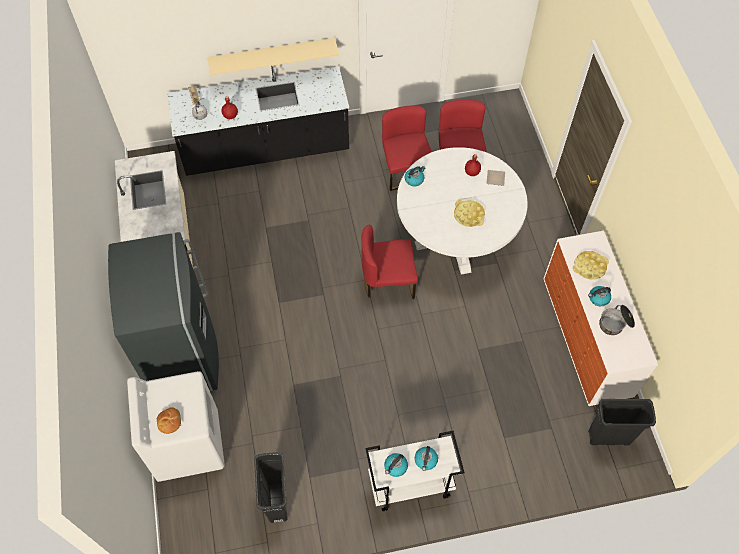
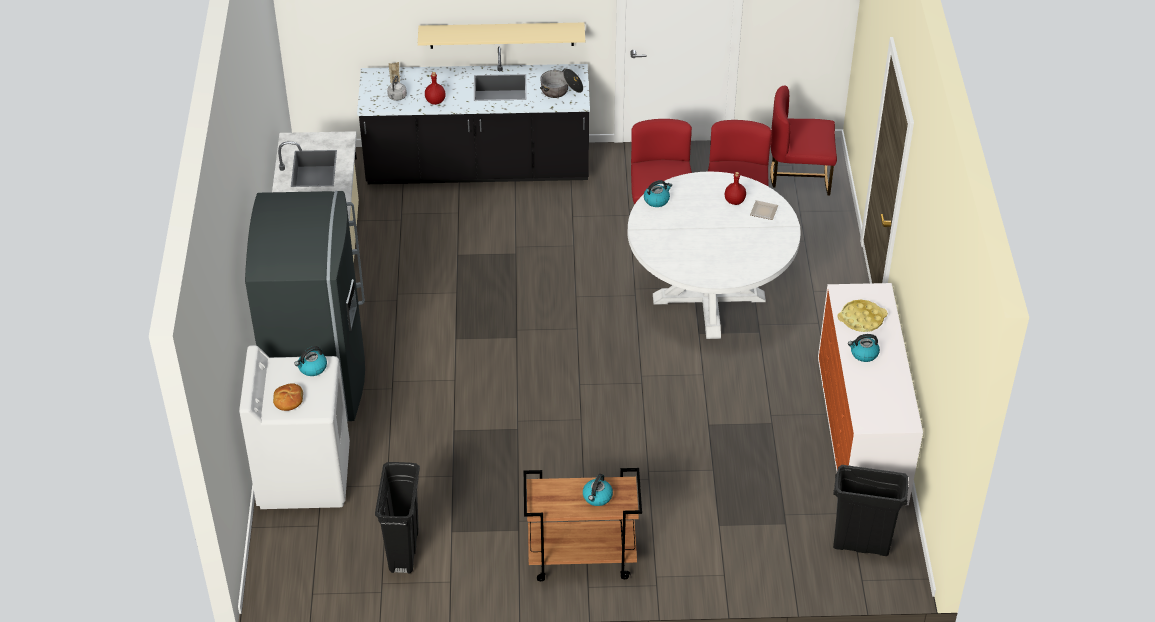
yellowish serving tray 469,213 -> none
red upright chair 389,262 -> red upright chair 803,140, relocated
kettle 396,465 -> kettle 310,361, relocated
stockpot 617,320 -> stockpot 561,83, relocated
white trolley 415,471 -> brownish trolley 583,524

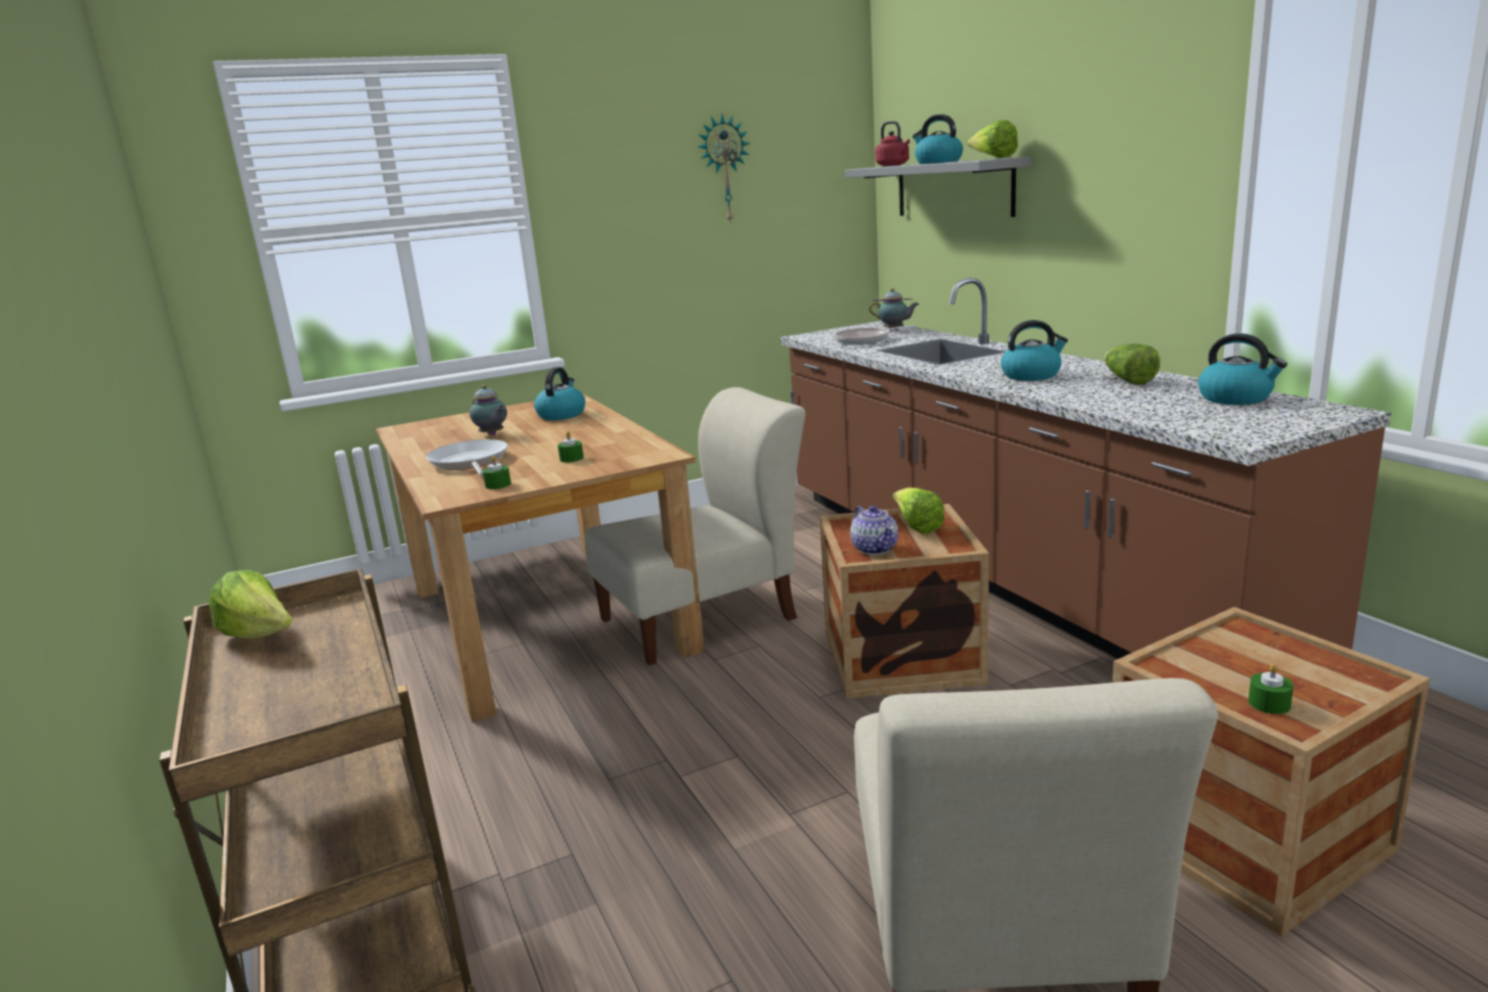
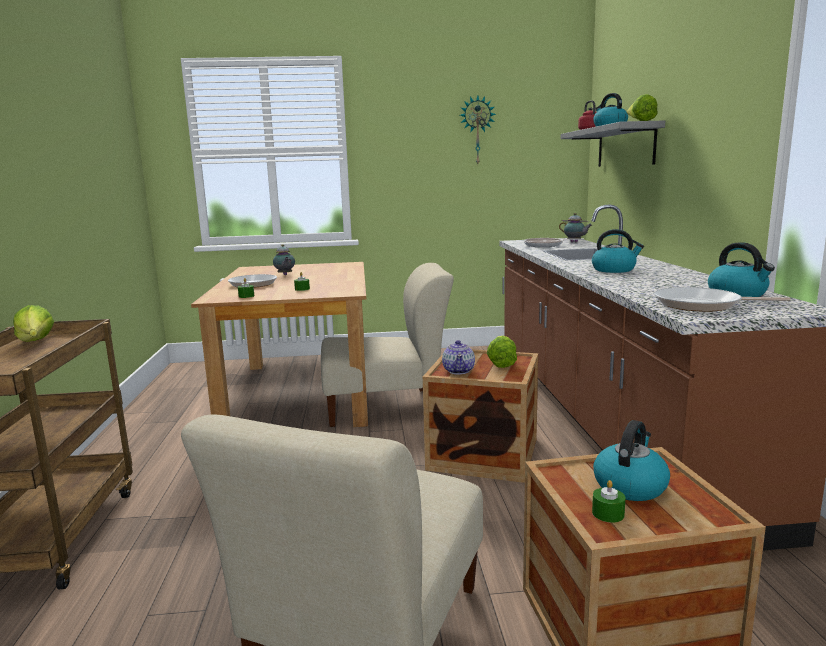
head of lettuce 1132,364 -> none
none -> skillet 722,299
kettle 559,393 -> kettle 631,460, relocated

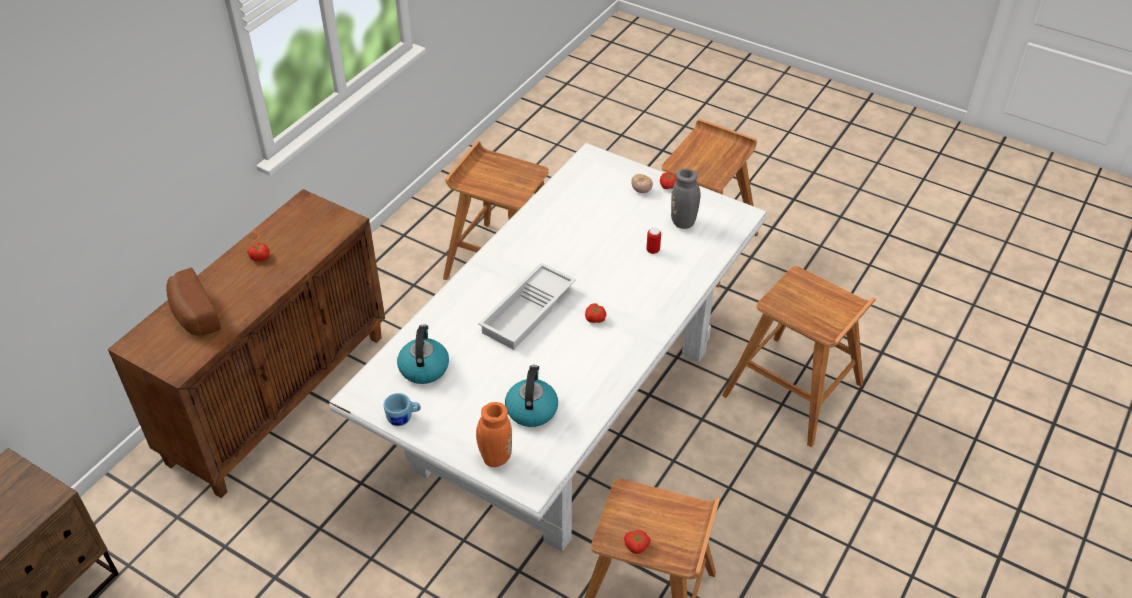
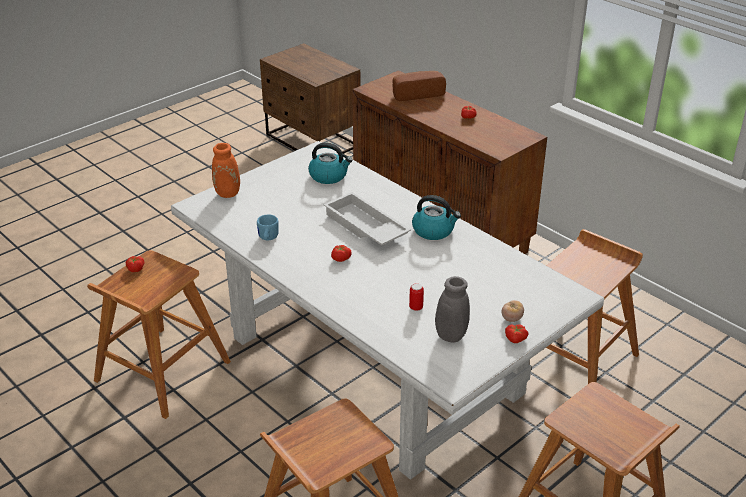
bluish coffee mug 402,409 -> bluish coffee mug 268,227, relocated
kettle 531,396 -> kettle 436,217, relocated

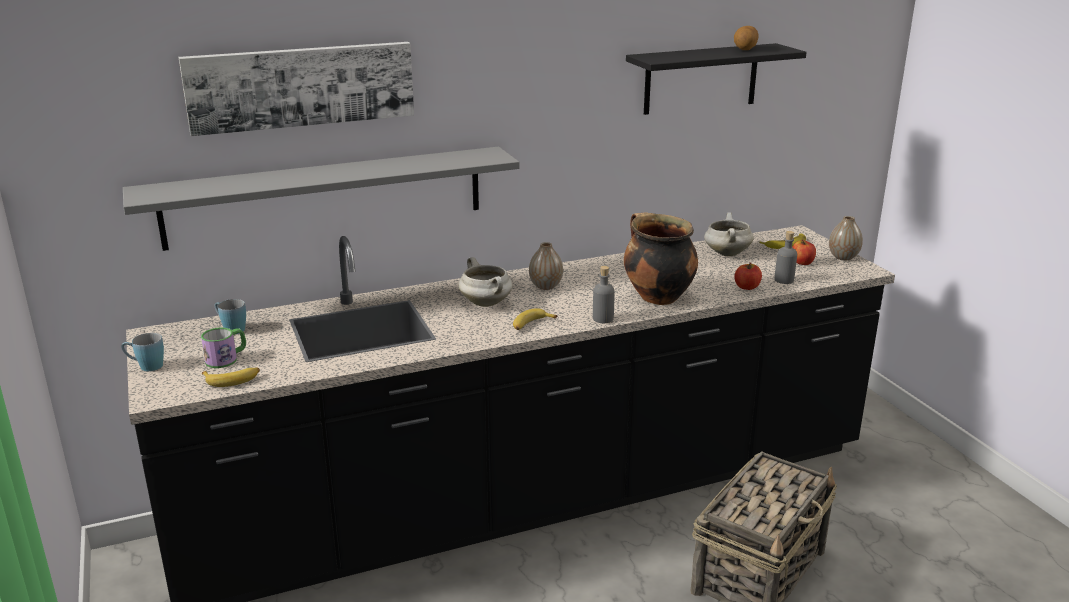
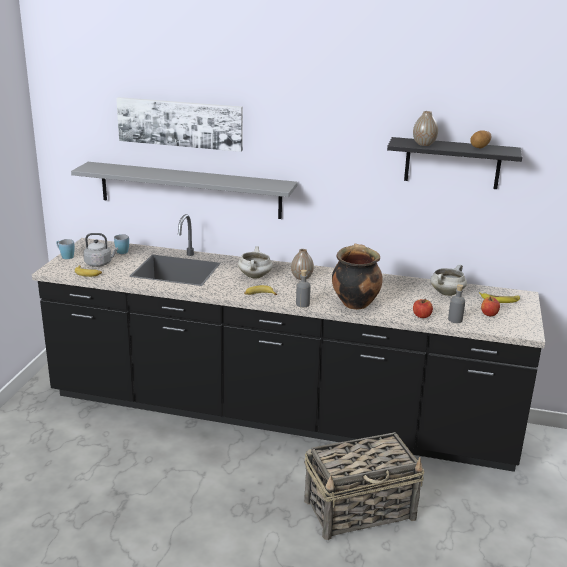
vase 846,238 -> vase 425,128, relocated
coffee mug 223,348 -> greyish kettle 100,250

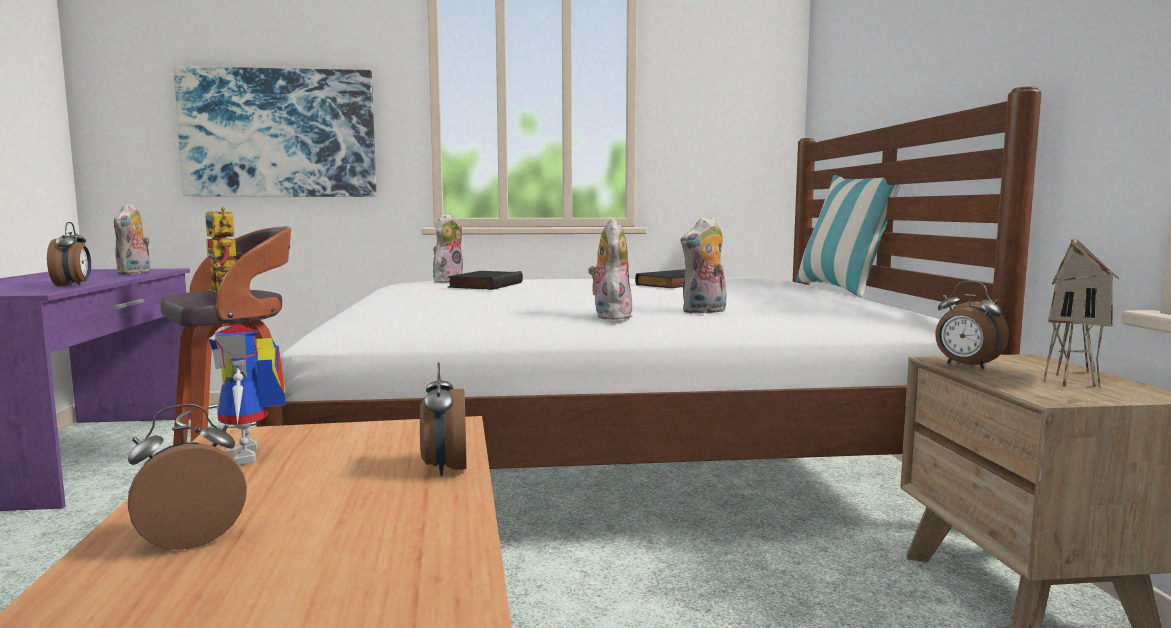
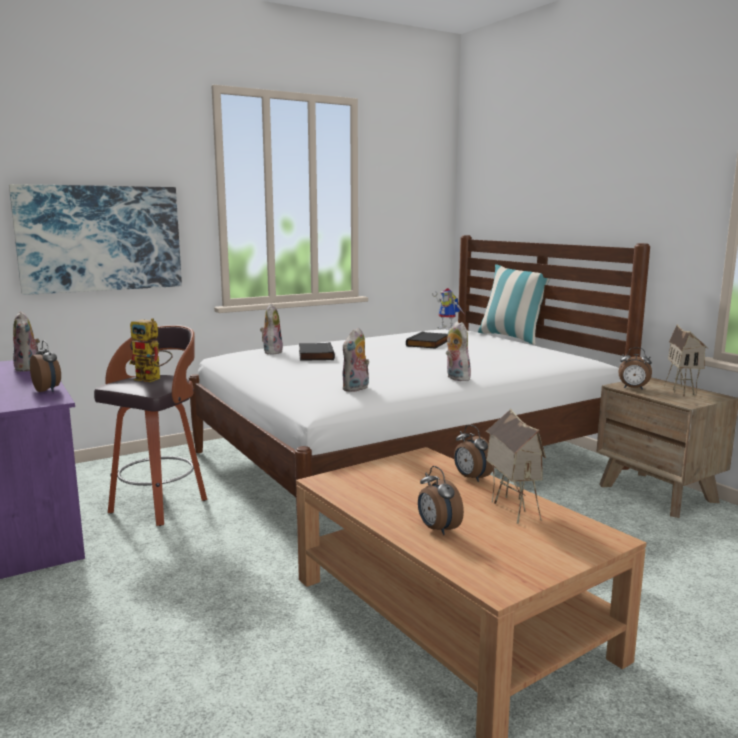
none -> toy house 516,466
robot figure 247,394 -> robot figure 448,309, relocated
plush toy 704,265 -> plush toy 356,359, relocated
bedside clock 187,477 -> bedside clock 441,500, 60 degrees counterclockwise

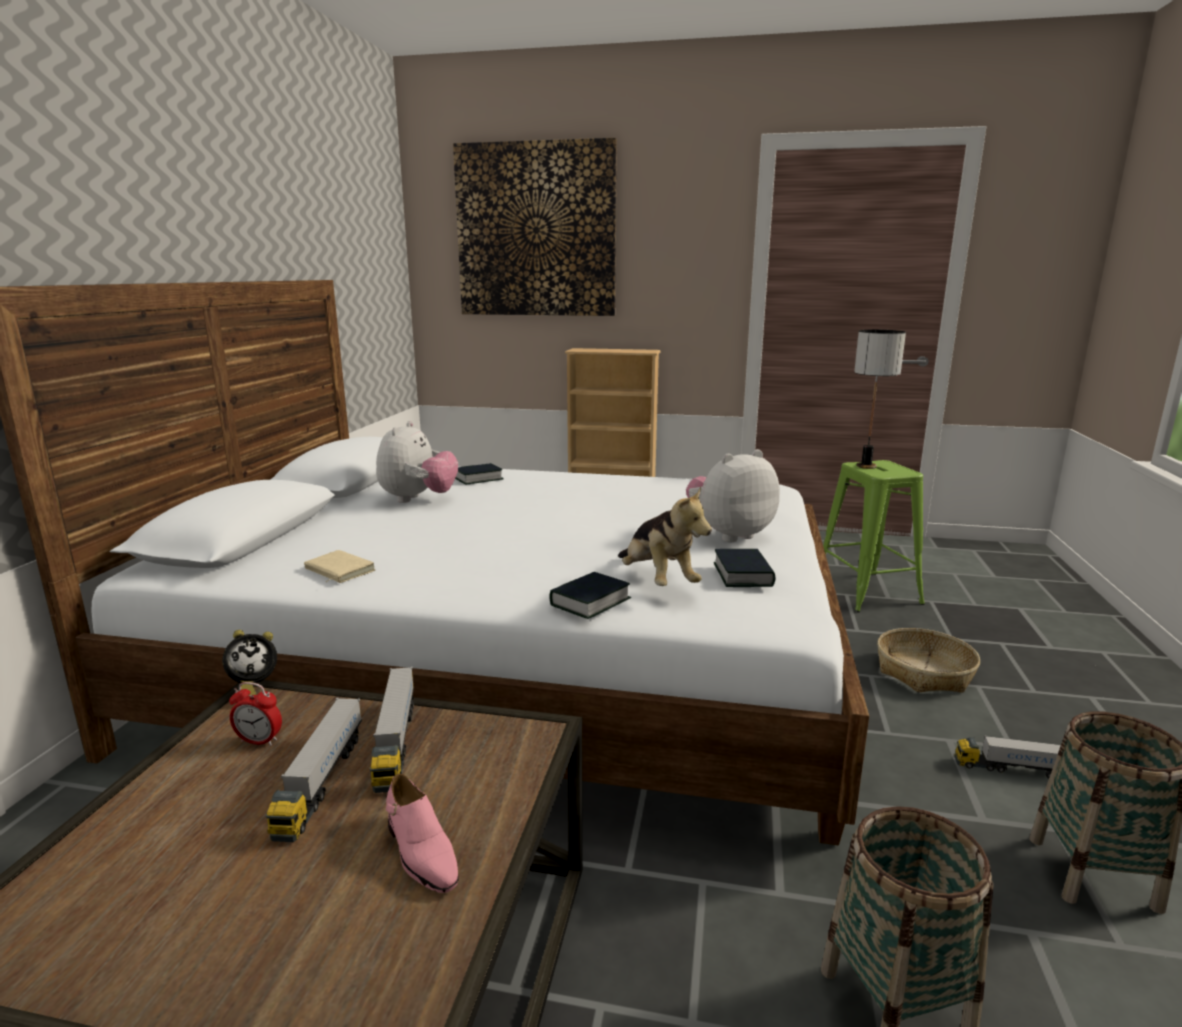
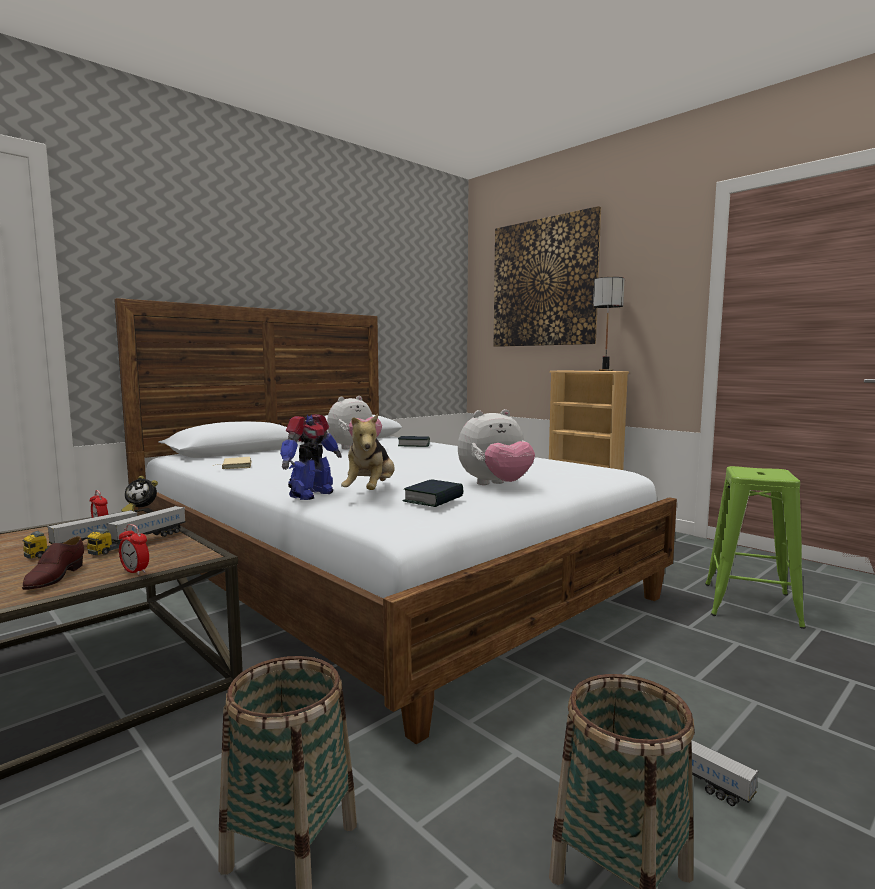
household basket 928,660 -> none
none -> bedside clock 134,549
tabletop lamp 880,399 -> tabletop lamp 608,324, relocated
bound book 590,595 -> robot figure 311,457
pink low shoe 422,833 -> brownish low shoe 53,563
plush toy 733,495 -> plush toy 496,447, 150 degrees clockwise

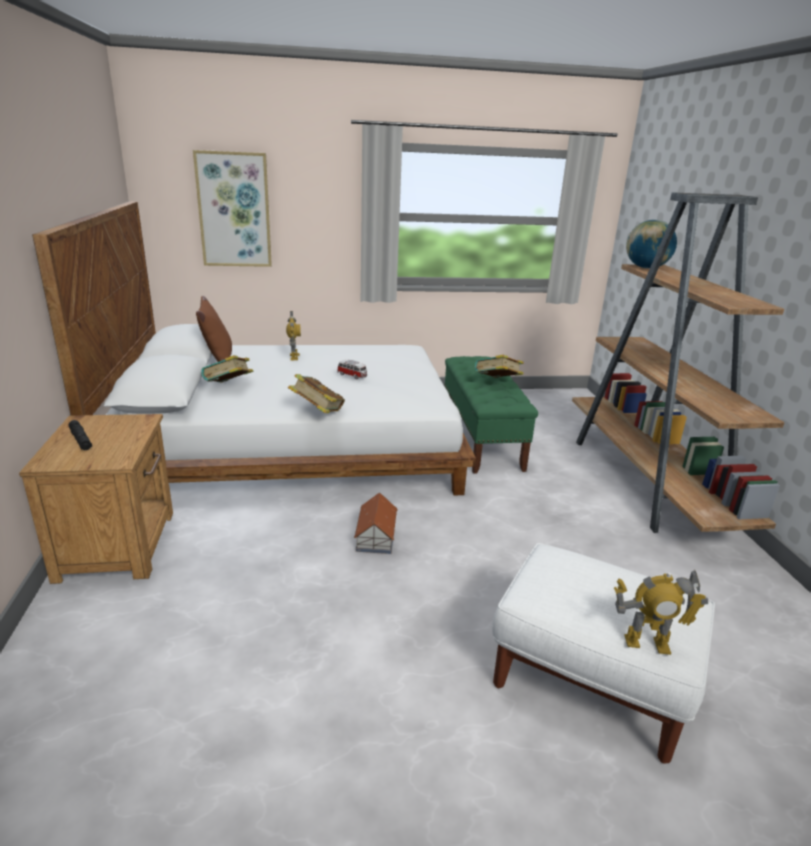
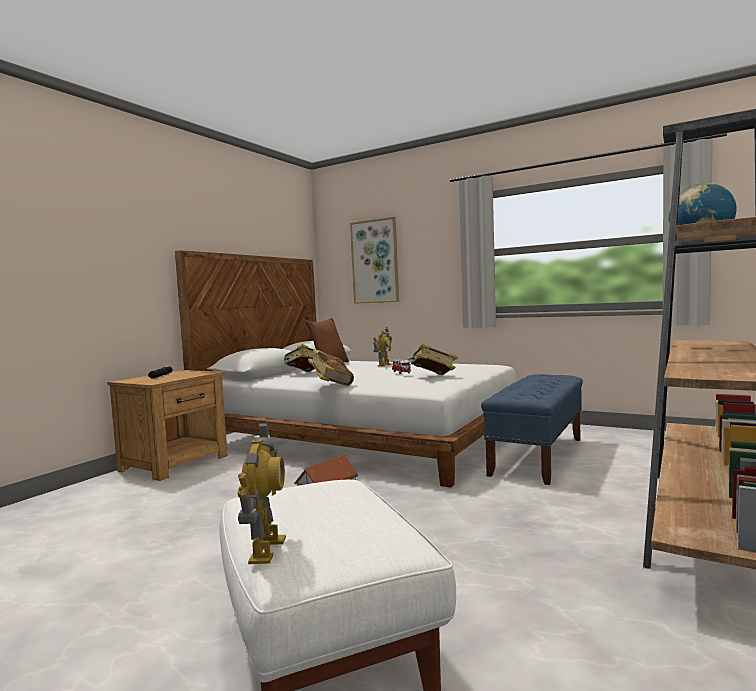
bound book 499,366 -> bound book 433,359, relocated
greenish indoor bench 491,415 -> bluish indoor bench 532,429
robot figure 661,612 -> robot figure 261,493, 135 degrees counterclockwise

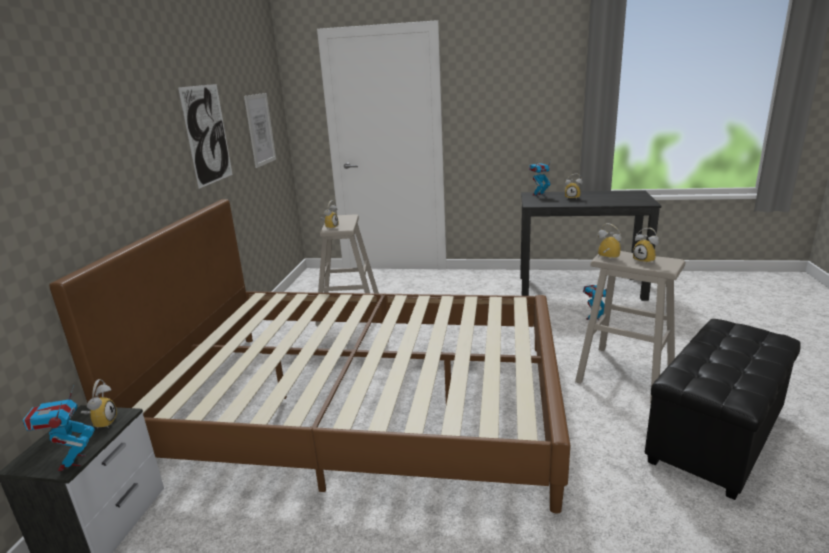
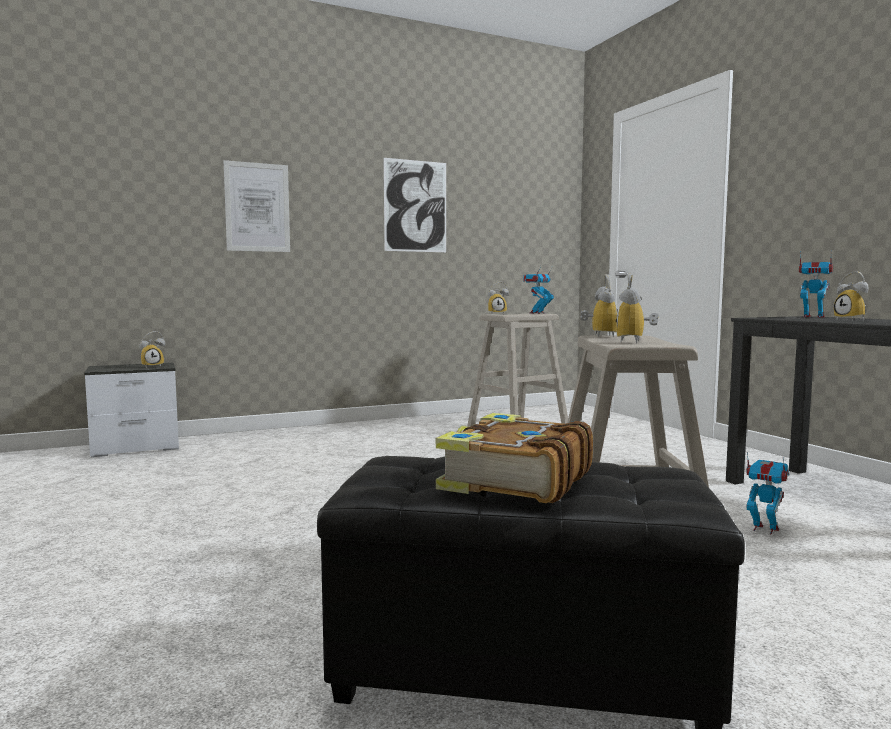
brownish sleeping bed 309,356 -> none
none -> bound book 514,458
robot figure 59,428 -> robot figure 538,290, relocated
wall picture 260,130 -> wall picture 257,206, relocated

